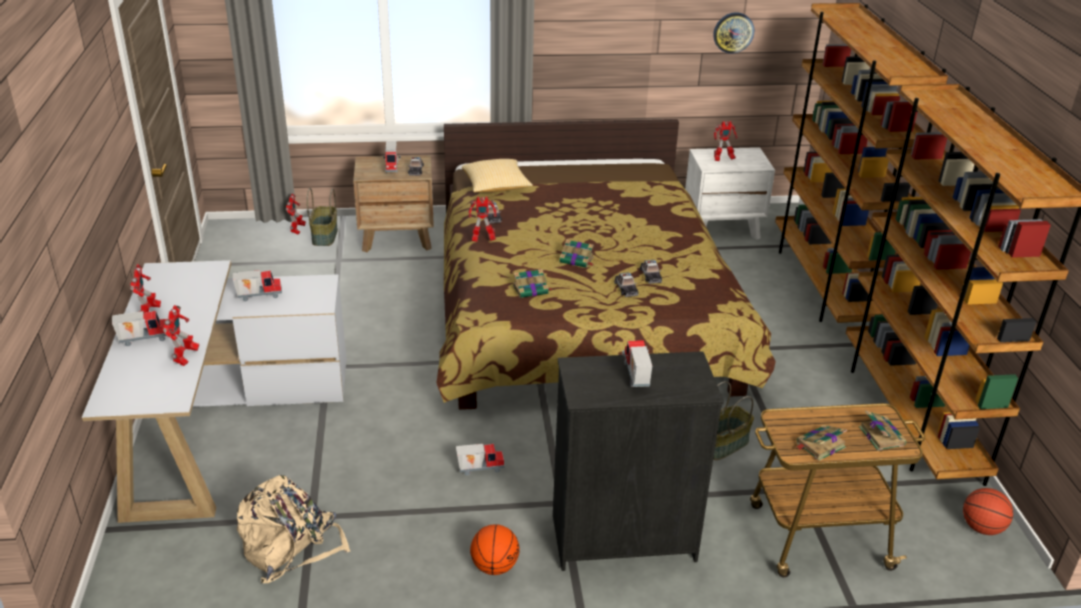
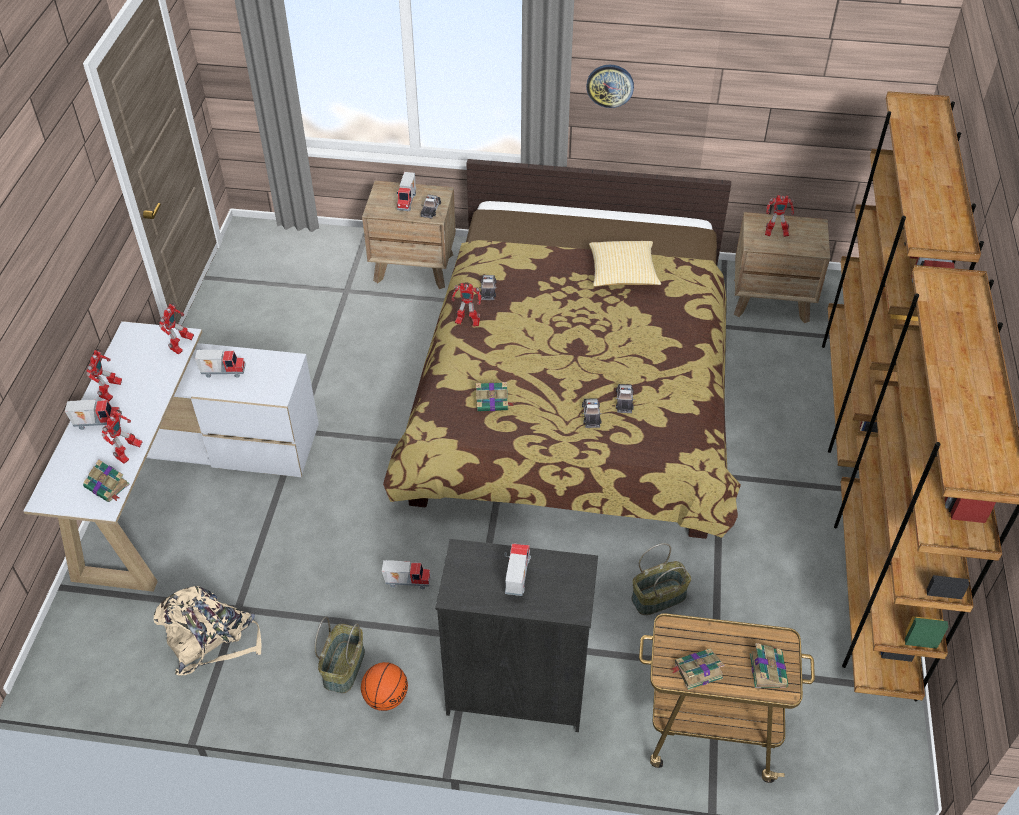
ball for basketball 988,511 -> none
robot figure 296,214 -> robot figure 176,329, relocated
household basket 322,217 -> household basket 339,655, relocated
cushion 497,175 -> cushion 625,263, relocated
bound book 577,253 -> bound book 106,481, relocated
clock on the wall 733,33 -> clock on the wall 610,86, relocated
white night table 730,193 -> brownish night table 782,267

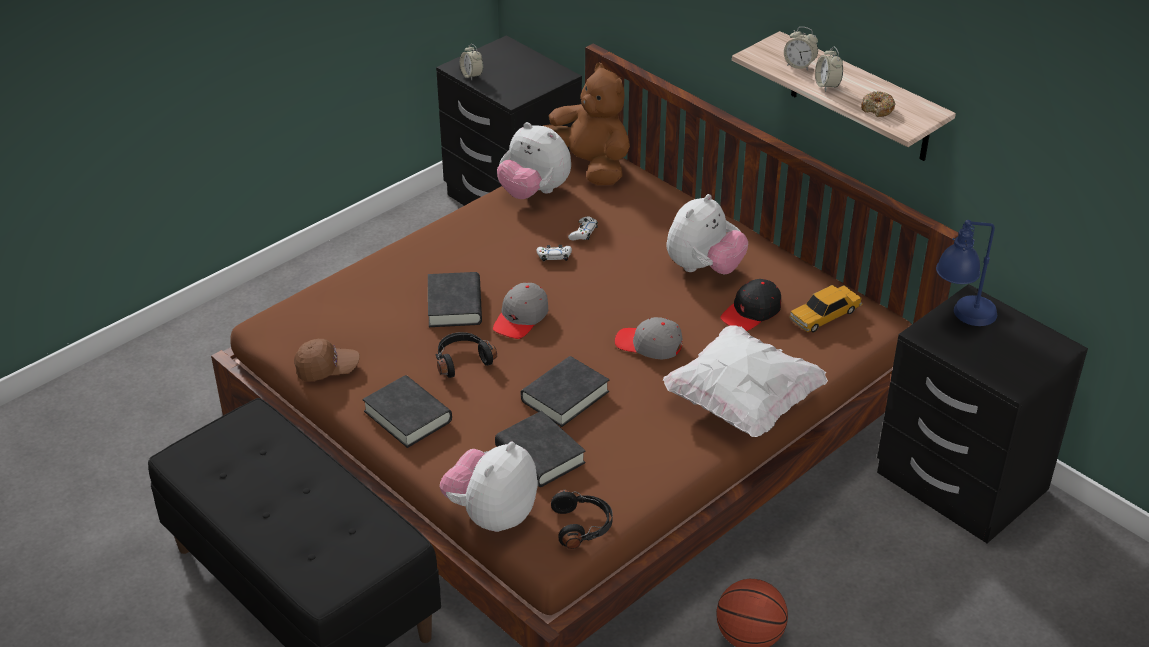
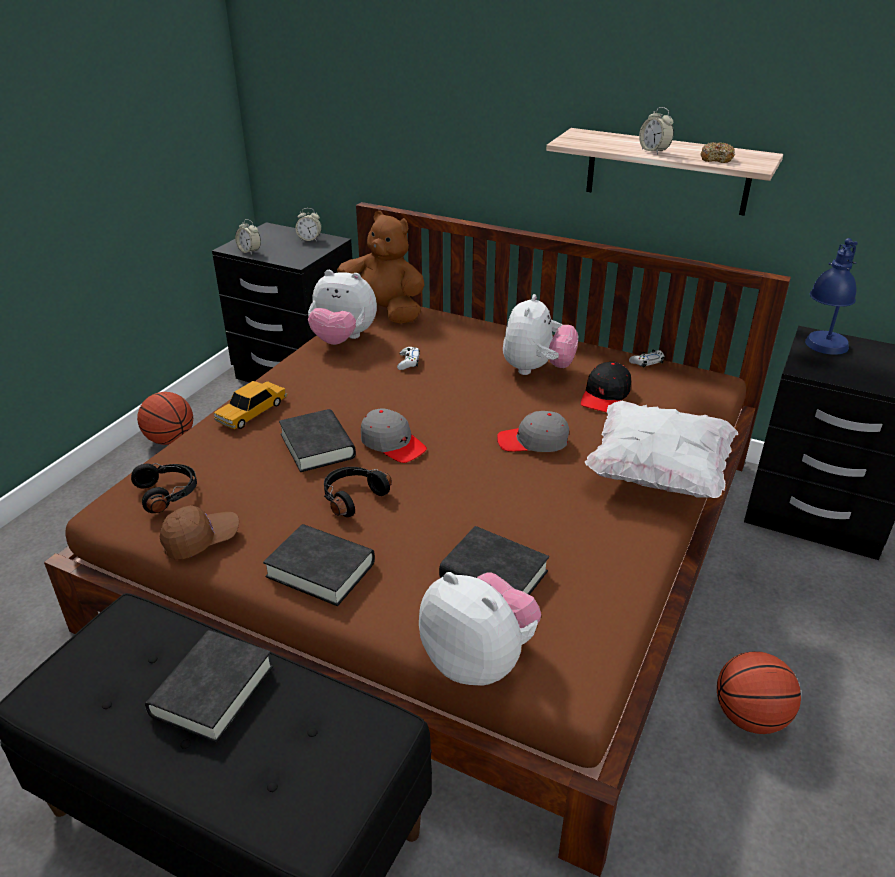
none -> ball for basketball 165,418
black-coloured bound book 565,391 -> black-coloured bound book 209,686, relocated
white joypad 554,253 -> white joypad 646,359, relocated
black-coloured pair of headphones 582,519 -> black-coloured pair of headphones 164,488, relocated
bedside clock 801,48 -> bedside clock 308,224, relocated
model car 826,308 -> model car 251,405, relocated
plush toy 489,487 -> plush toy 480,629, 120 degrees clockwise
greyish cap 520,310 -> greyish cap 394,436, 60 degrees counterclockwise

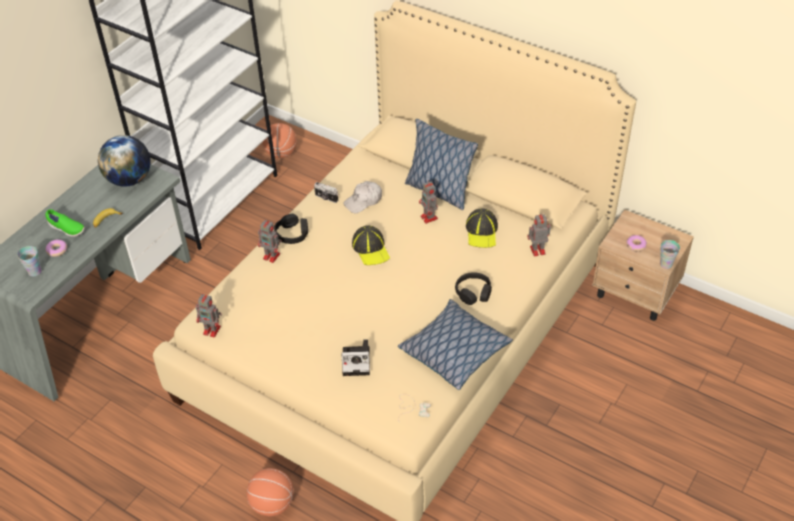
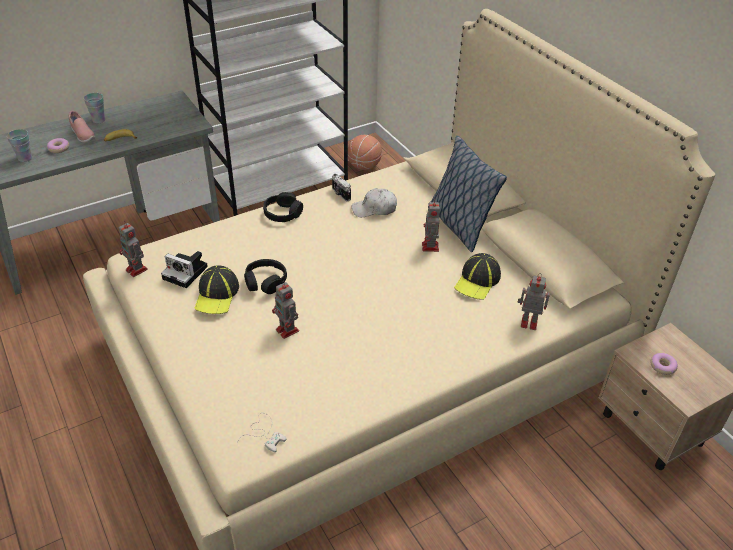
world globe 124,161 -> none
ball for basketball 270,492 -> none
cushion 455,344 -> none
robot figure 270,241 -> robot figure 285,310, relocated
still camera 355,357 -> still camera 184,269, relocated
cap 371,245 -> cap 217,289, relocated
black-coloured pair of headphones 473,288 -> black-coloured pair of headphones 265,276, relocated
drinking cup 670,254 -> drinking cup 95,108, relocated
greenish low shoe 65,223 -> pink low shoe 82,127

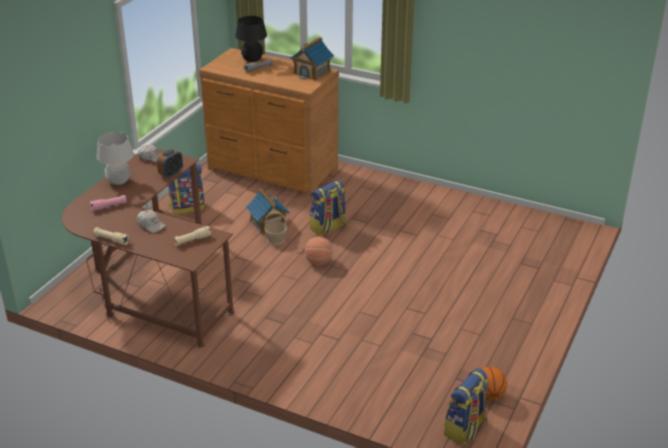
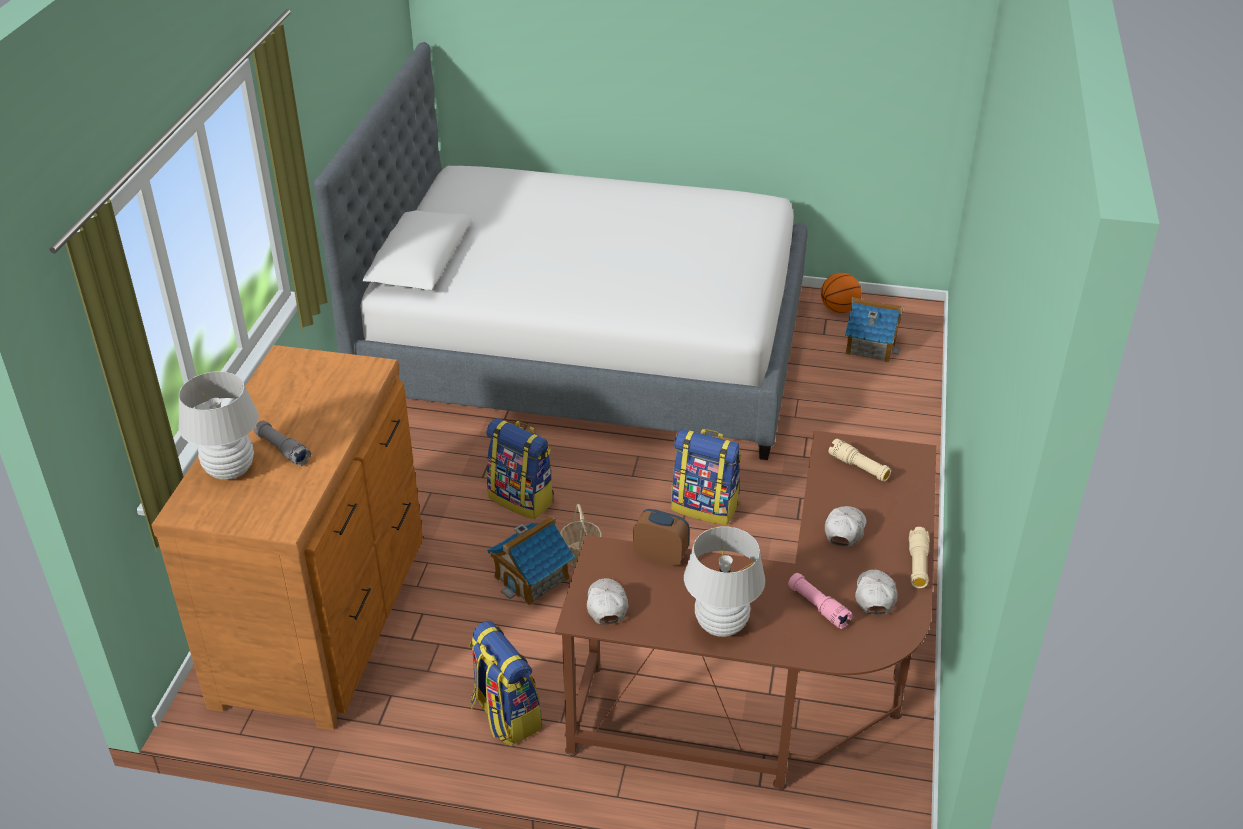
ball for basketball 319,251 -> none
none -> sleeping bed 561,251
none -> white cap 876,592
toy house 312,59 -> toy house 874,330, relocated
rucksack 466,406 -> rucksack 706,477, relocated
black-coloured tabletop lamp 251,39 -> white tabletop lamp 219,425

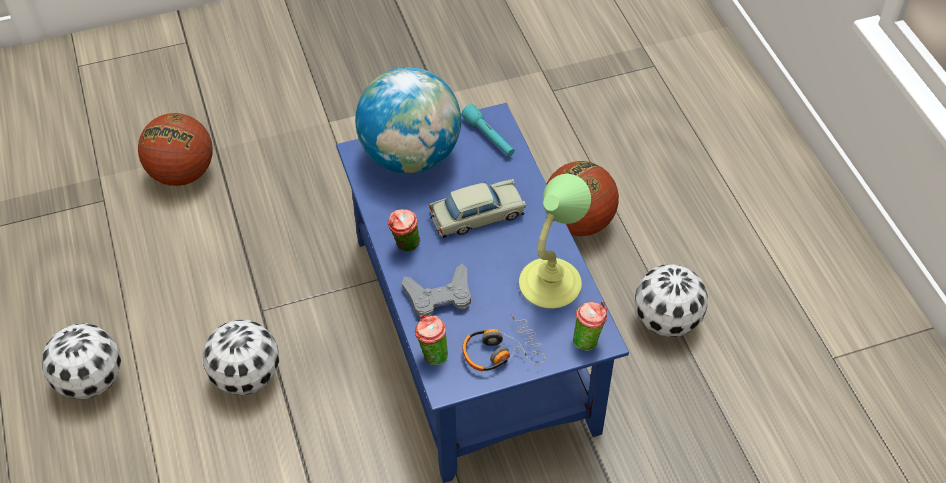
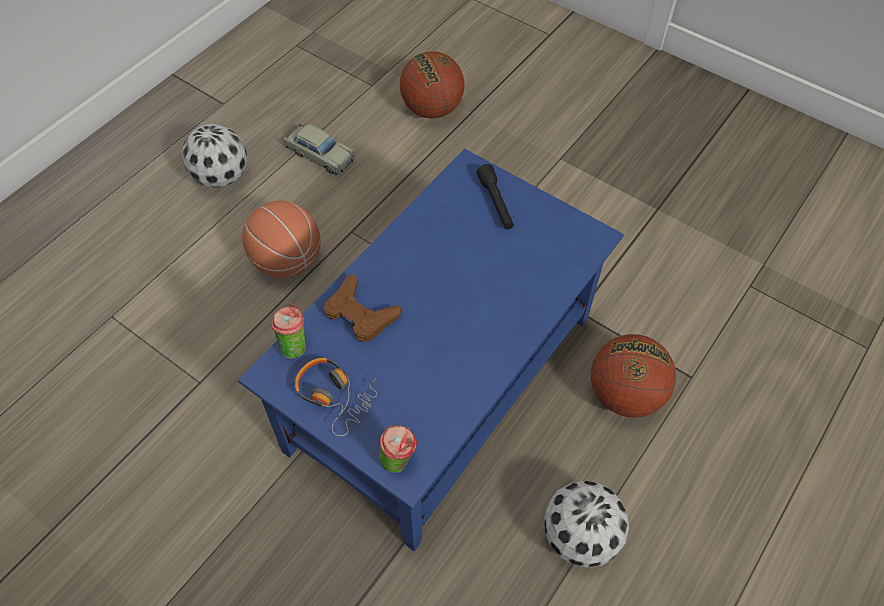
drinking cup 403,230 -> none
turquoise-coloured torch 488,130 -> none
tabletop lamp 555,241 -> none
beige-coloured model car 477,208 -> beige-coloured model car 319,149, relocated
football ball 241,357 -> ball for basketball 281,239
world globe 408,120 -> black-coloured torch 495,196
greyish joypad 436,290 -> brownish joypad 362,307

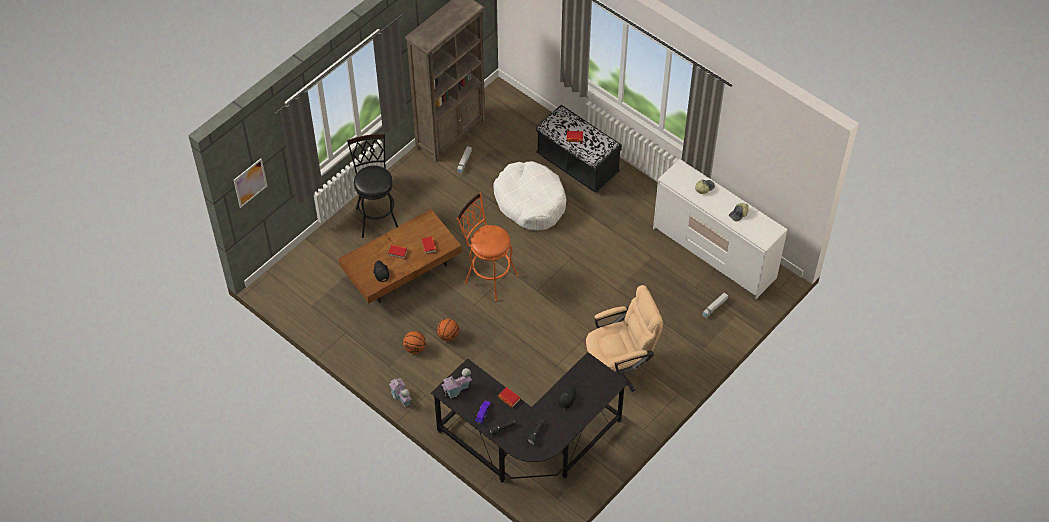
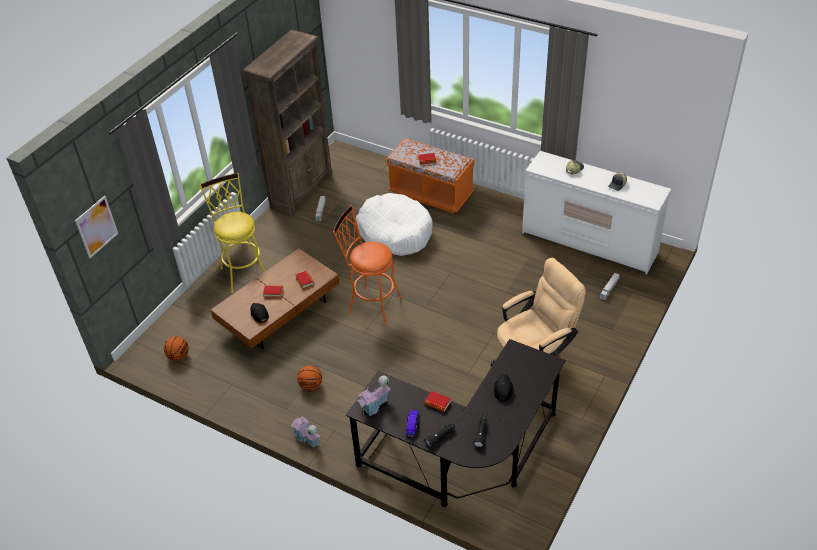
ball for basketball 448,330 -> ball for basketball 176,348, relocated
black-coloured sitting stool 372,186 -> yellowish sitting stool 233,233
black-coloured indoor bench 579,149 -> orange-coloured indoor bench 430,175

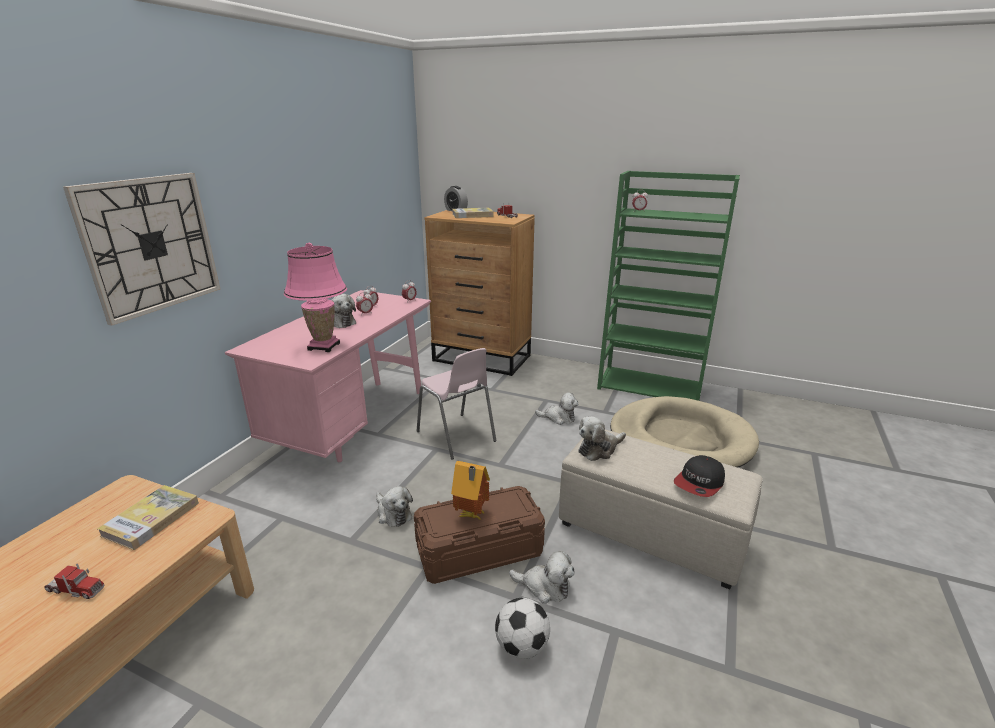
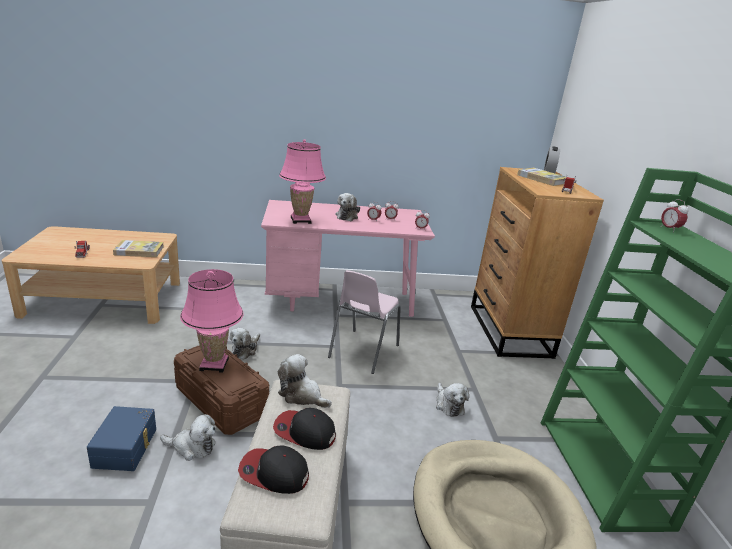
clock on the wall 141,249 -> none
none -> cap 304,429
toy house 470,491 -> pink tabletop lamp 212,321
football ball 522,628 -> bluish storage box 121,438
plush toy 542,577 -> plush toy 188,437, 75 degrees counterclockwise

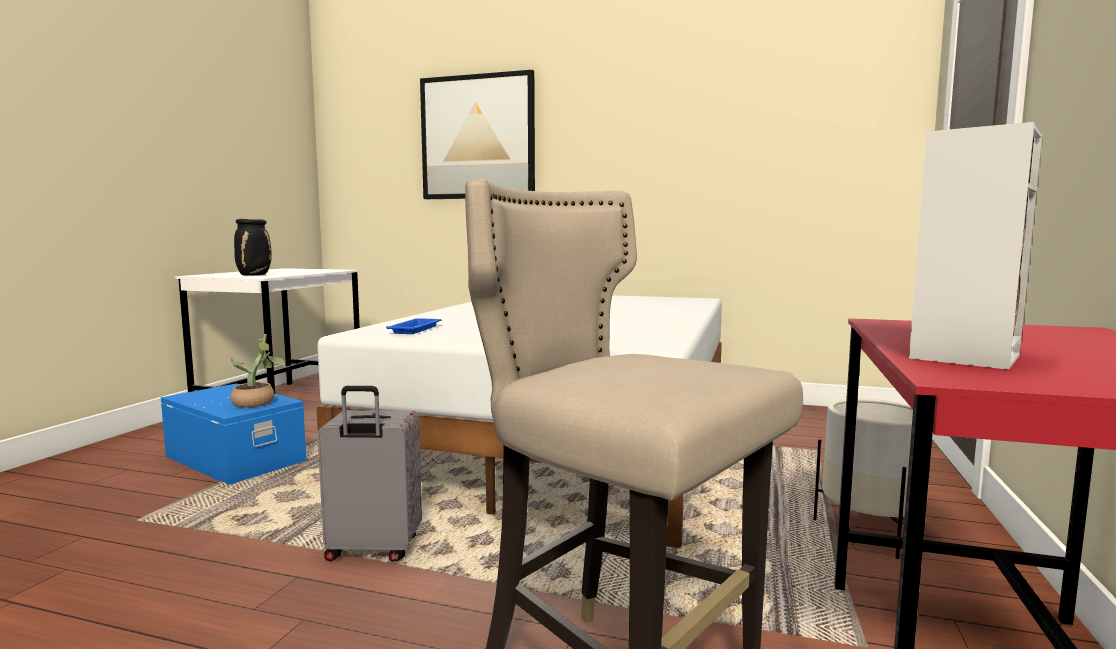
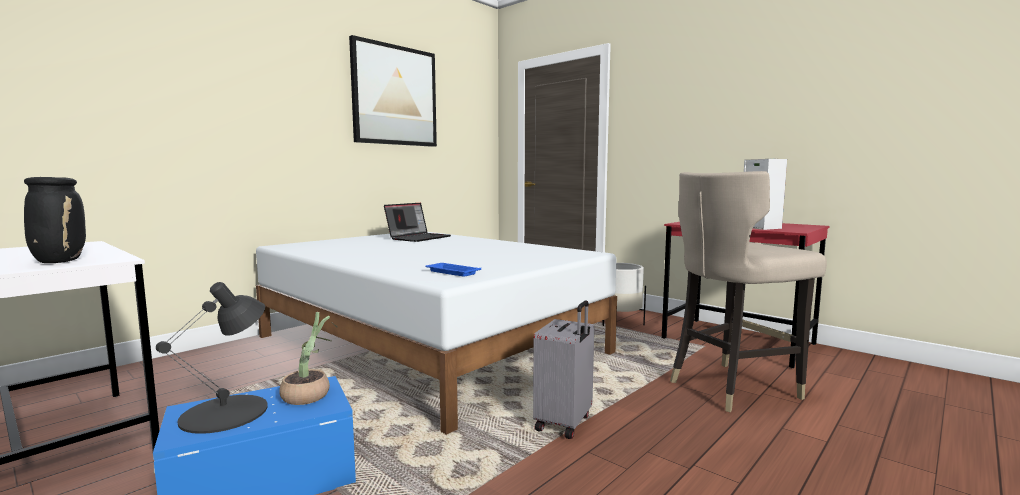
none -> black-coloured tabletop lamp 212,358
none -> laptop 417,222
wall picture 477,134 -> wall picture 393,91, relocated

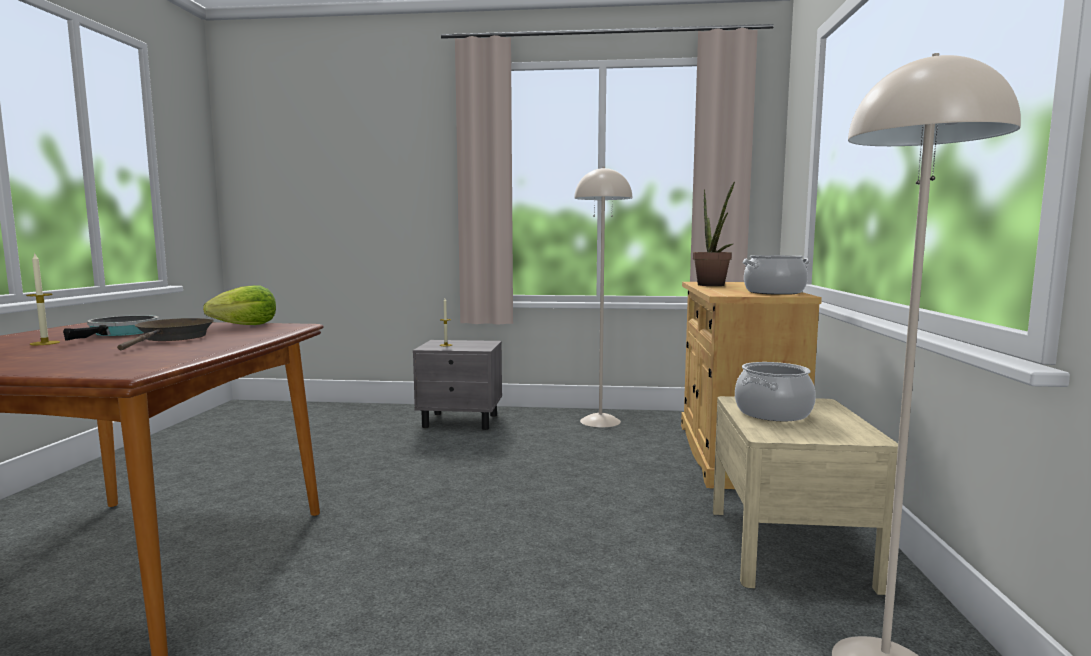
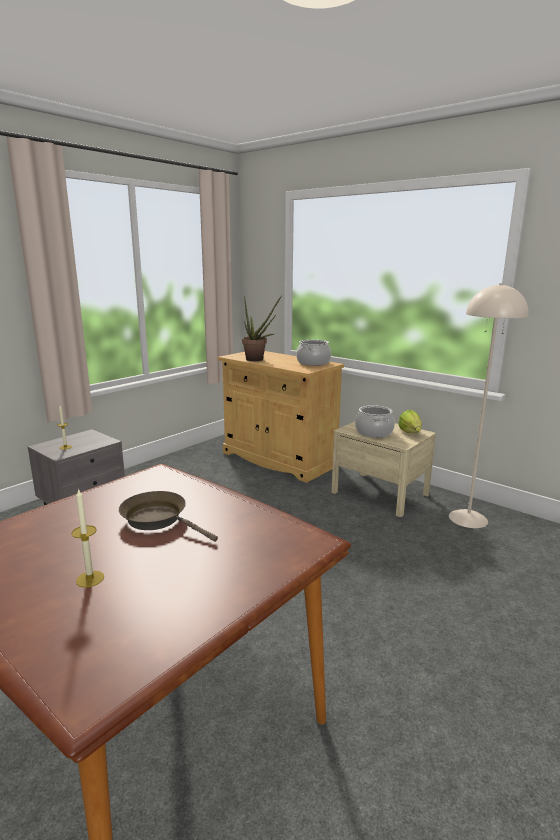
skillet 111,328 -> none
beige-coloured floor lamp 603,297 -> none
head of lettuce 239,305 -> head of lettuce 410,421, relocated

